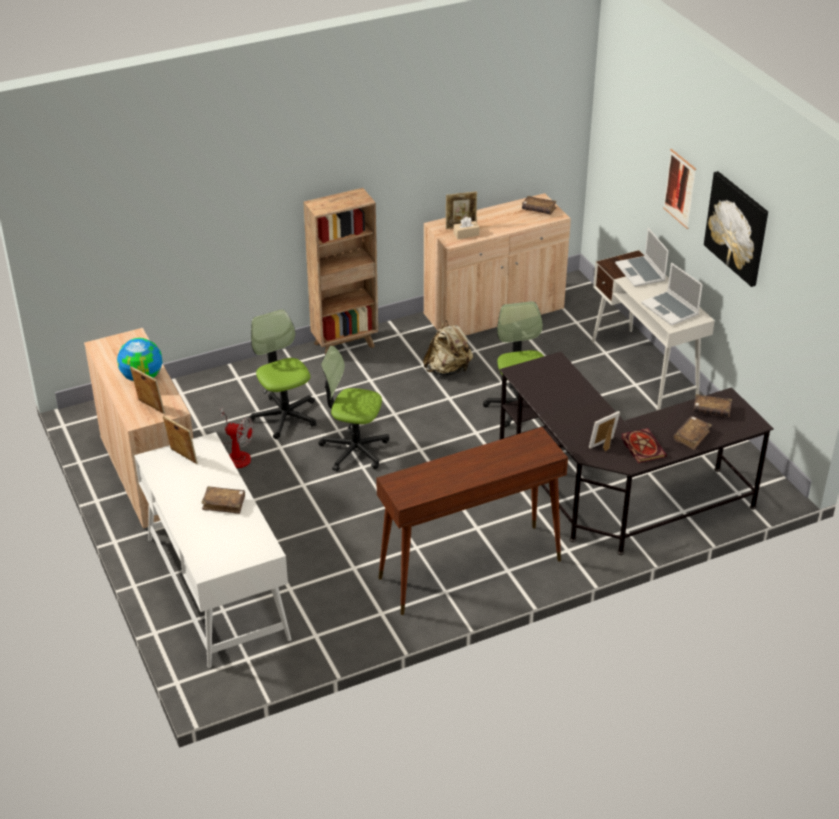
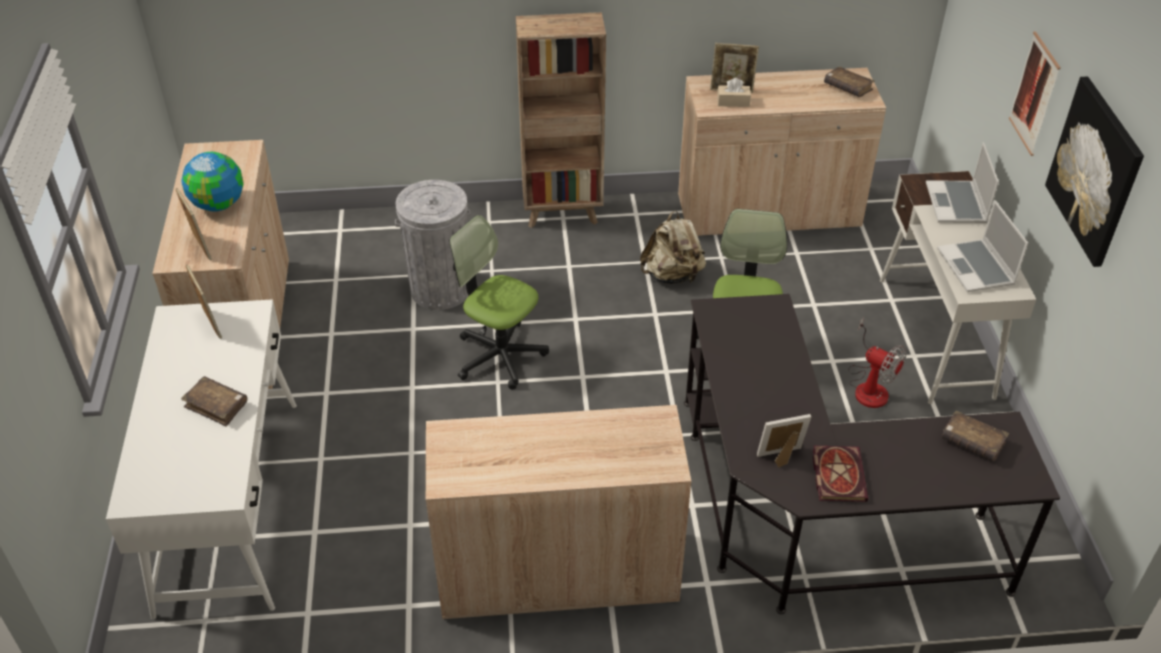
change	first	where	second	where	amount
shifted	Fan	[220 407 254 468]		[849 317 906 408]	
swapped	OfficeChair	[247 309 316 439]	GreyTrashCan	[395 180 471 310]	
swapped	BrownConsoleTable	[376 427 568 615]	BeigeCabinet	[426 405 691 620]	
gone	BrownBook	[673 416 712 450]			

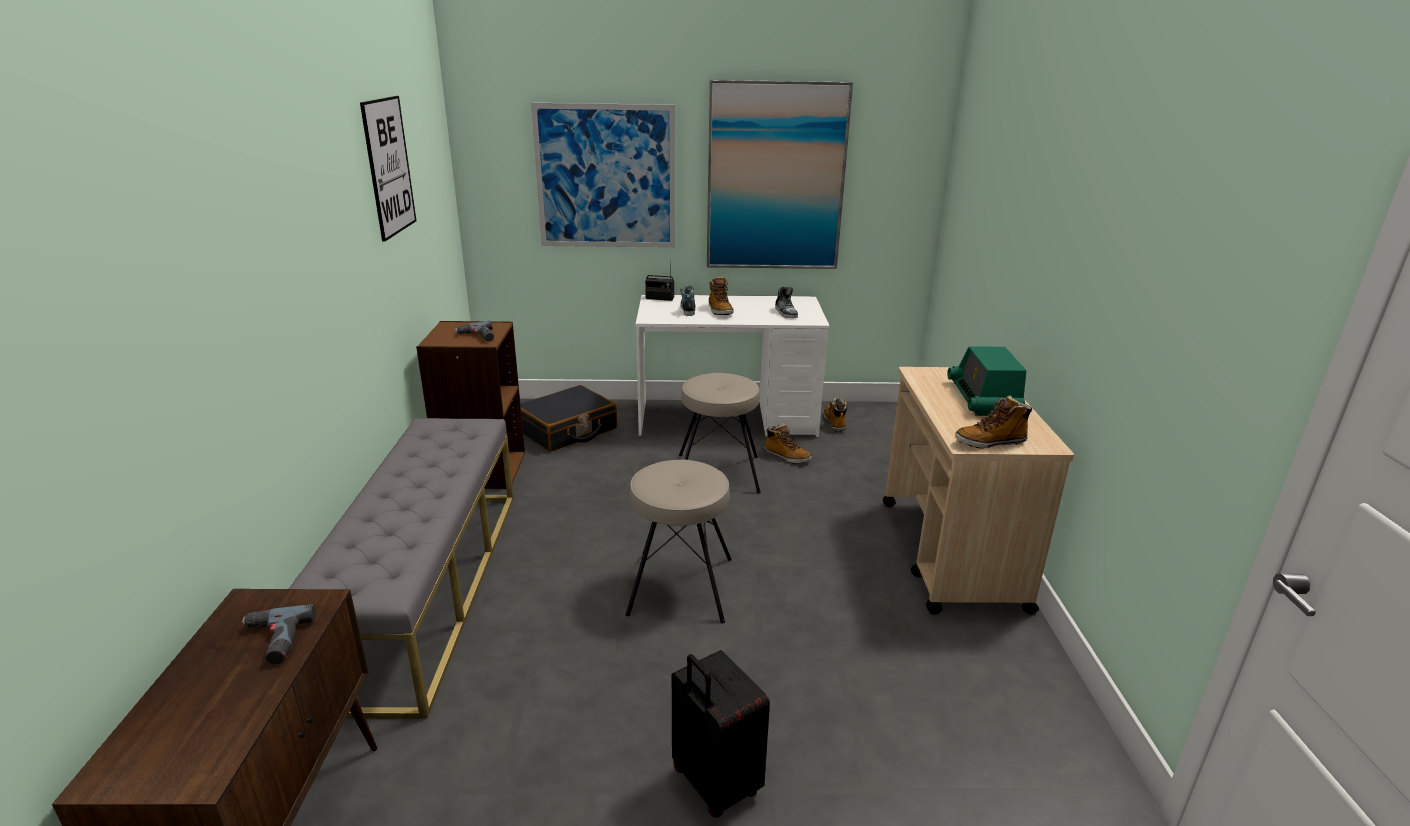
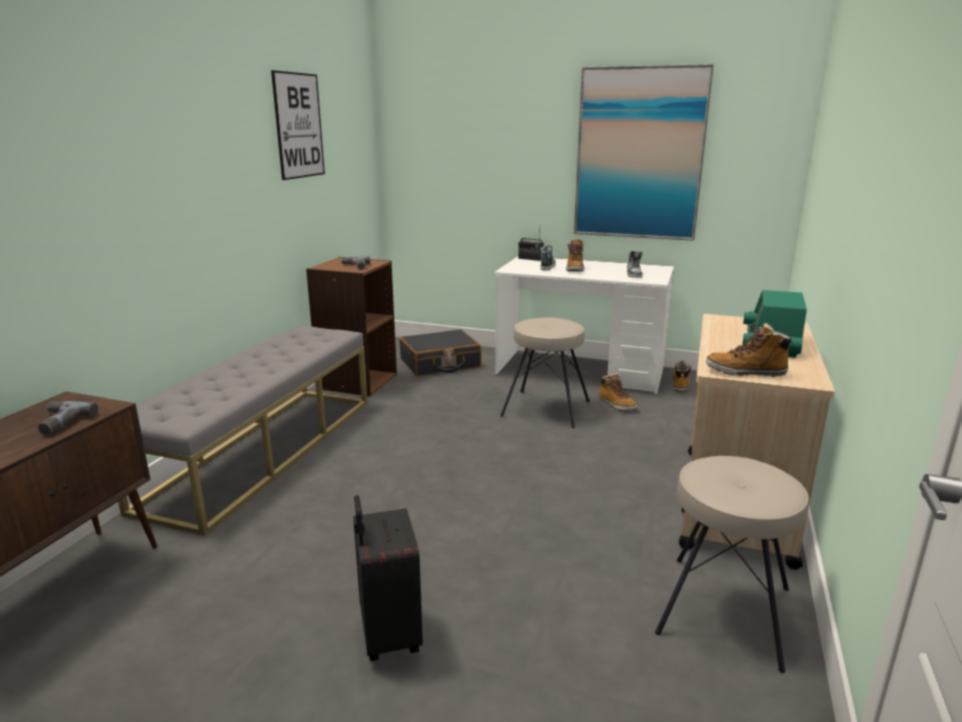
change	first	where	second	where	amount
gone	Picture	[531 103 675 248]			
shifted	BeigeStool	[626 460 732 623]		[655 456 809 673]	

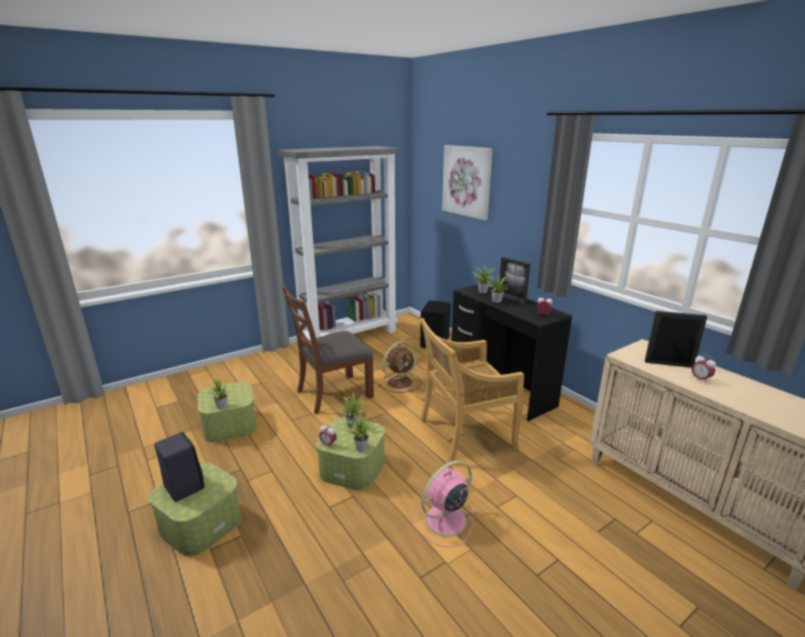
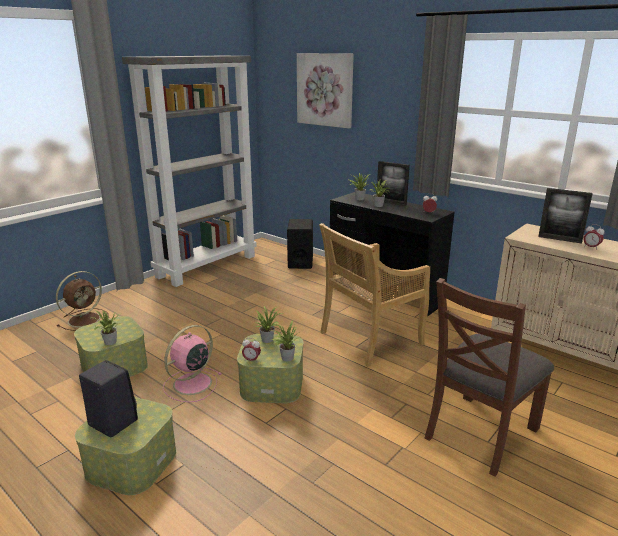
change	first	where	second	where	amount
shifted	BrownChair	[282 285 374 414]		[425 278 554 477]	
shifted	BrownFan	[379 340 421 393]		[56 271 109 331]	
shifted	PinkFan	[414 460 477 547]		[163 325 222 402]	
rotated	PictureFrame	[645 311 707 368]		[538 188 593 244]	150 degrees counterclockwise

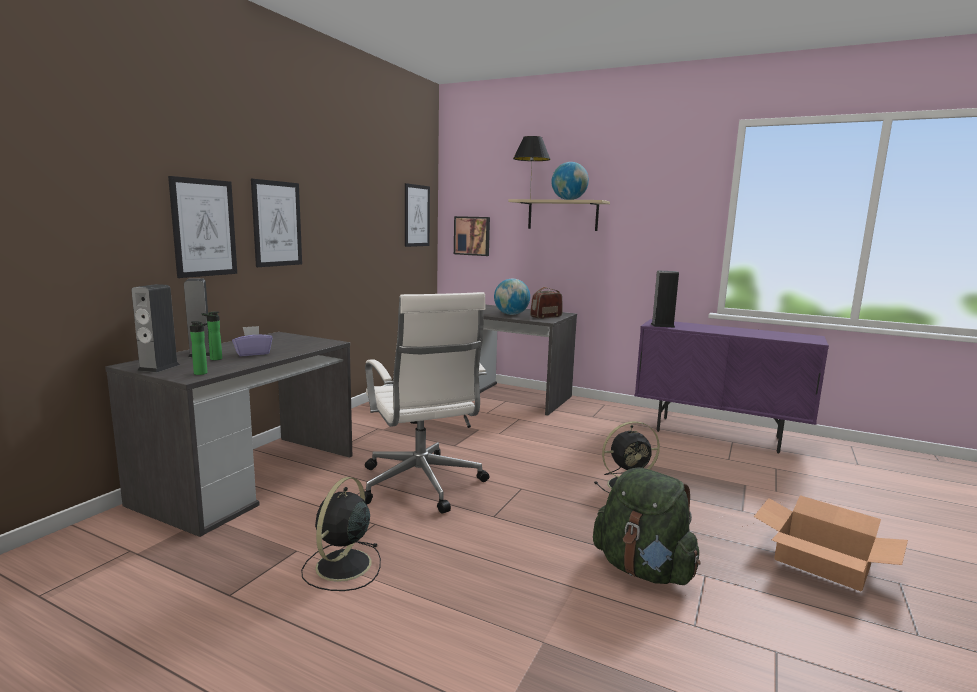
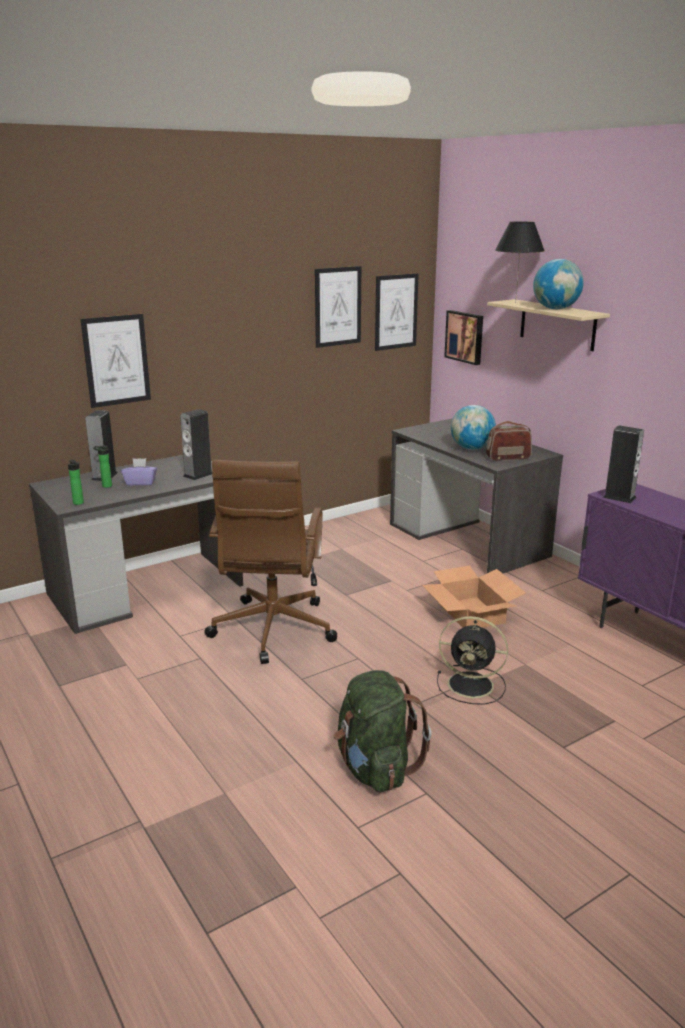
change	first	where	second	where	amount
shifted	Speaker	[131 284 180 373]		[180 409 212 480]	
shifted	Picture	[251 179 302 267]		[315 266 361 348]	
gone	BlackFan	[301 477 381 591]			
repainted	WhiteOfficeChair	[364 292 489 514]	BrownOfficeChair	[204 460 337 664]	
shifted	CardboardBox	[754 495 908 591]		[422 565 526 628]	

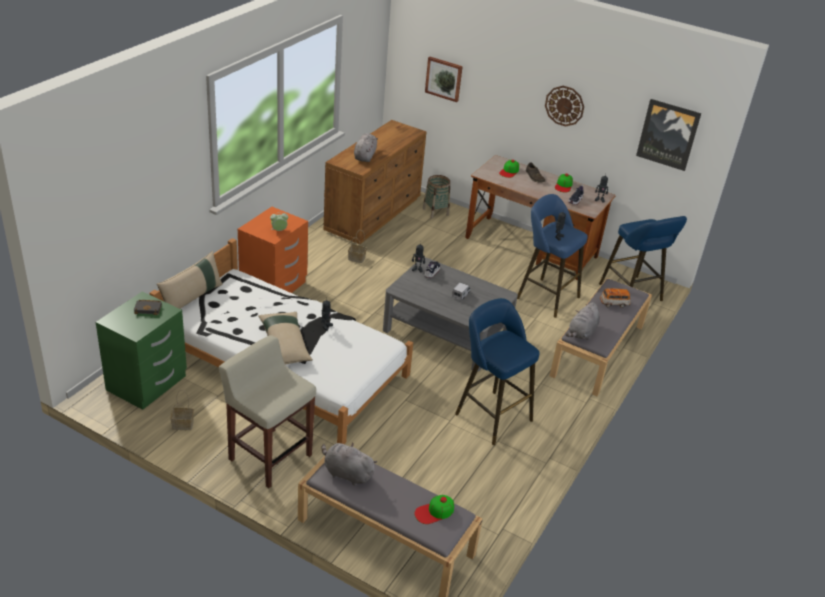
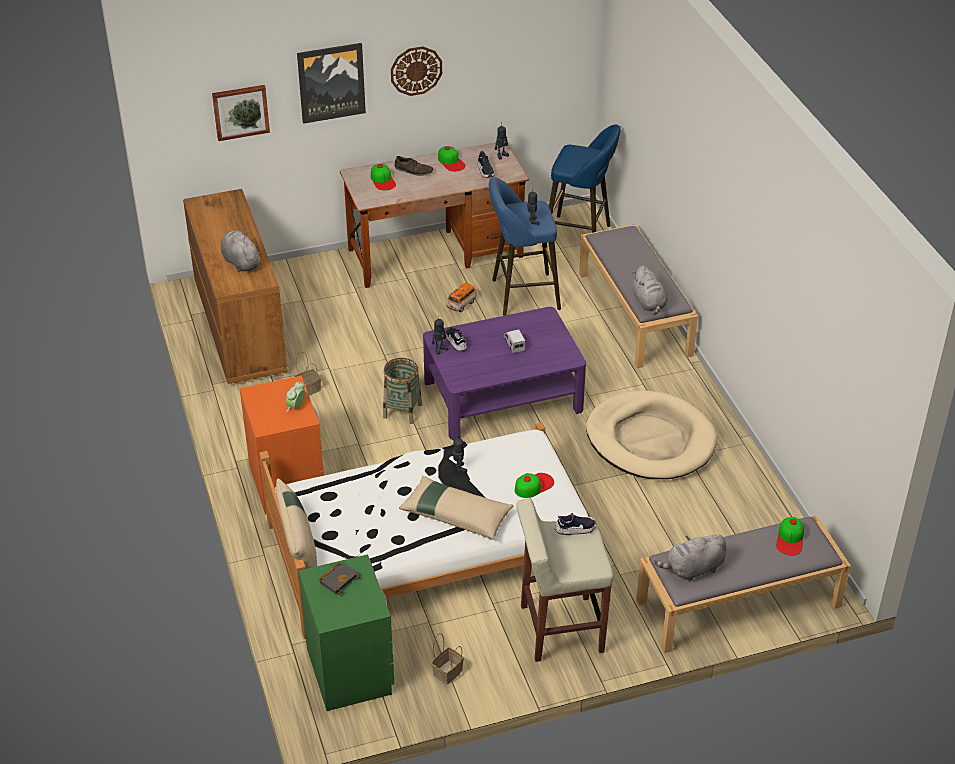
change	first	where	second	where	amount
repainted	GreyCoffeeTable	[383 257 518 371]	PurpleCoffeeTable	[423 307 586 441]	
shifted	Basket	[423 175 451 219]		[383 358 422 424]	
swapped	BlueStool	[455 298 539 445]	BeigeDogBed	[586 390 717 479]	
shifted	ToyCar	[600 288 631 308]		[446 283 477 312]	
shifted	Picture	[636 99 701 171]		[297 43 366 124]	
new			Cap	[515 473 554 498]	
new			Shoe	[555 513 596 535]	

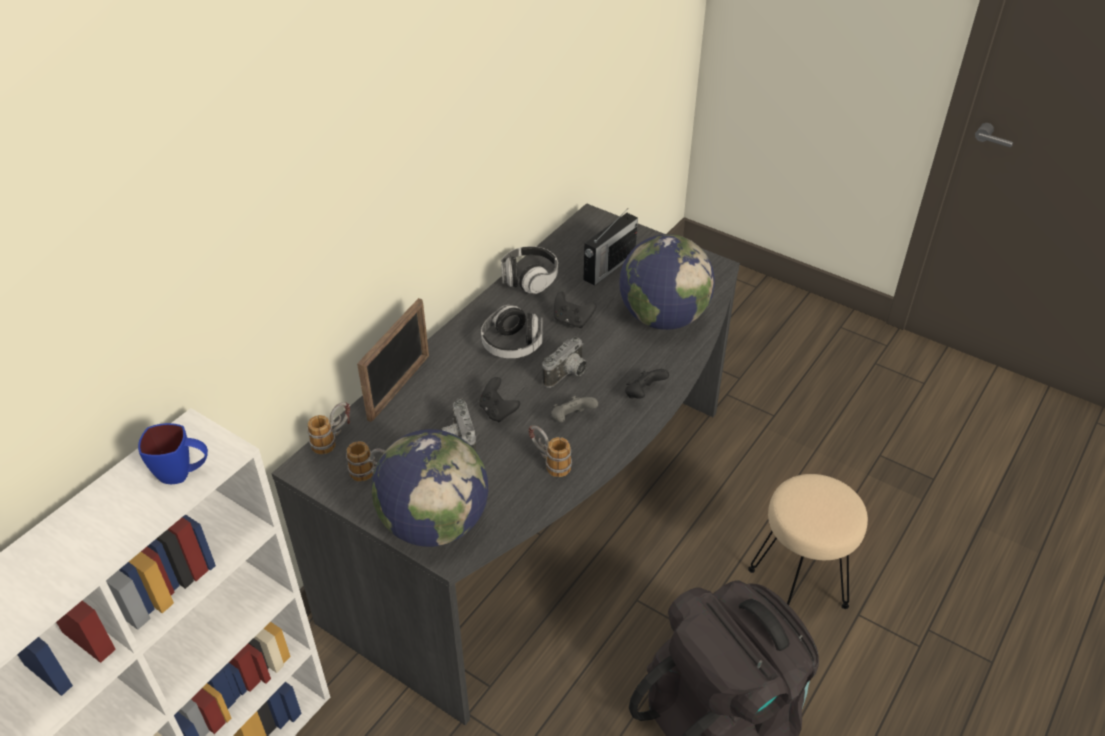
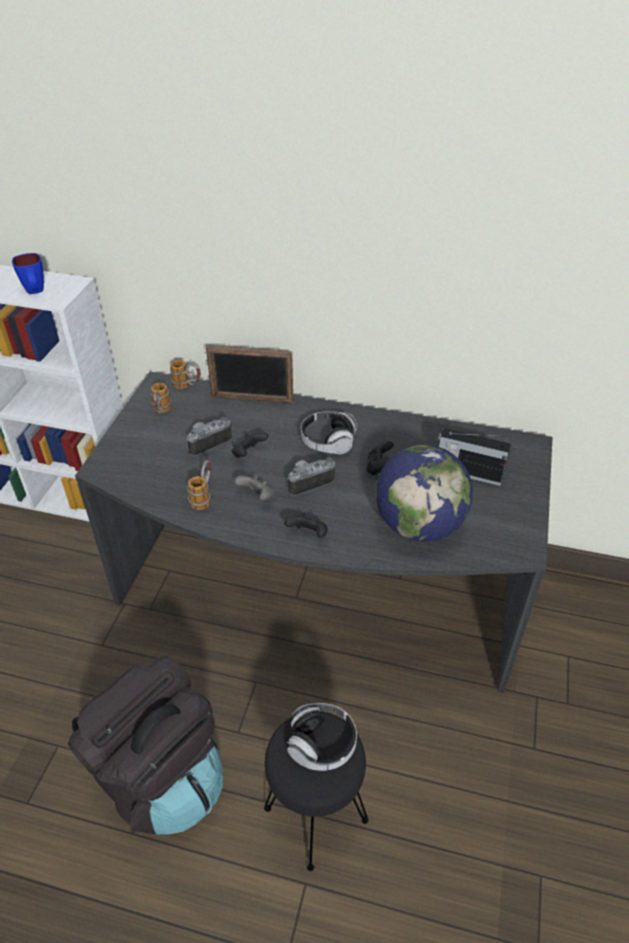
change	first	where	second	where	amount
gone	Globe	[371 429 488 547]			
shifted	Headphones	[501 246 558 294]		[287 703 357 771]	
rotated	PhotoCamera	[542 337 587 388]		[288 457 335 496]	135 degrees clockwise
repainted	BeigeStool	[748 474 868 609]	BlackStool	[264 712 369 871]	

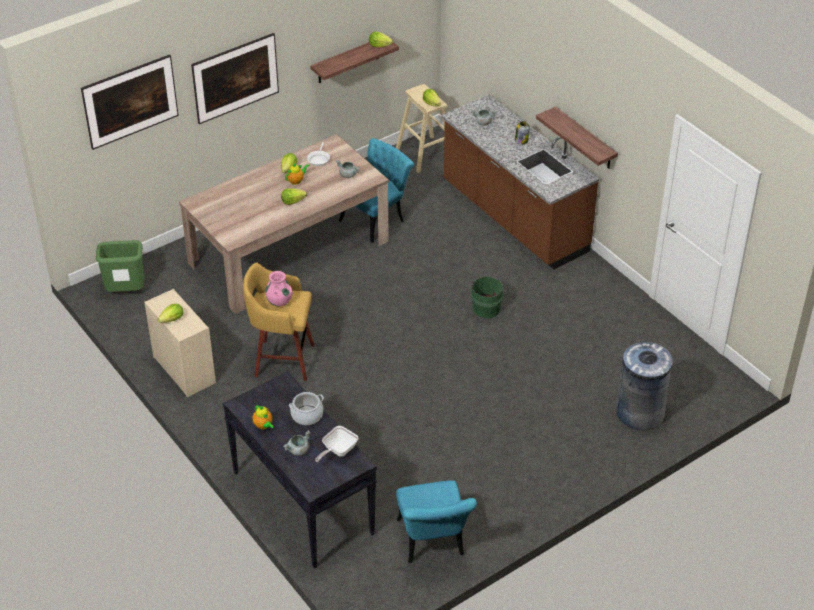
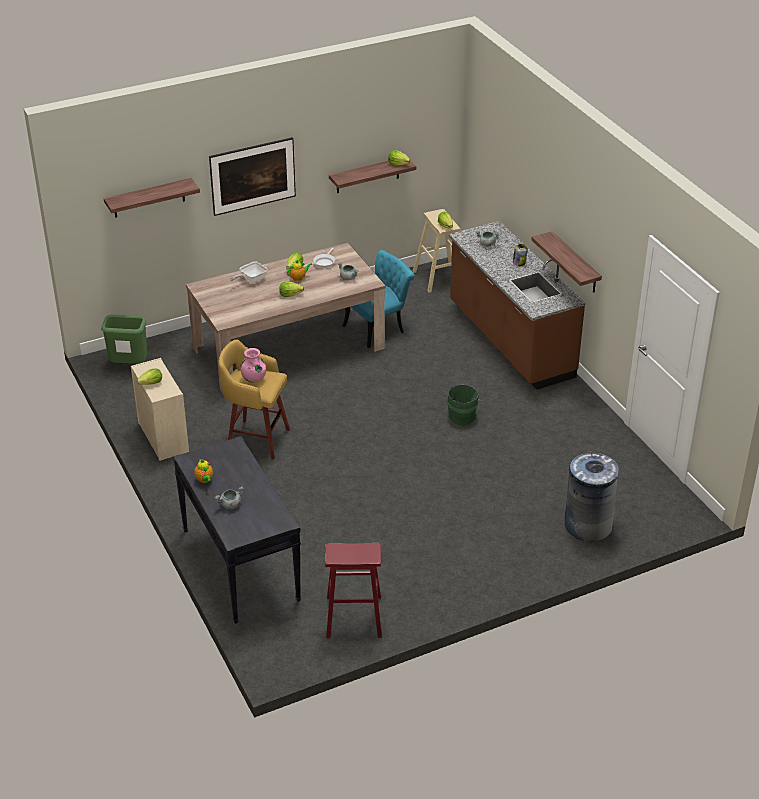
change	first	where	second	where	amount
swapped	Picture	[81 54 179 150]	Shelf	[104 178 200 218]	
gone	CookingPot	[289 392 324 425]			
shifted	FryingPan	[315 426 358 462]		[230 261 268 283]	
swapped	TurquoiseChair	[396 480 477 563]	RedStool	[325 543 382 638]	

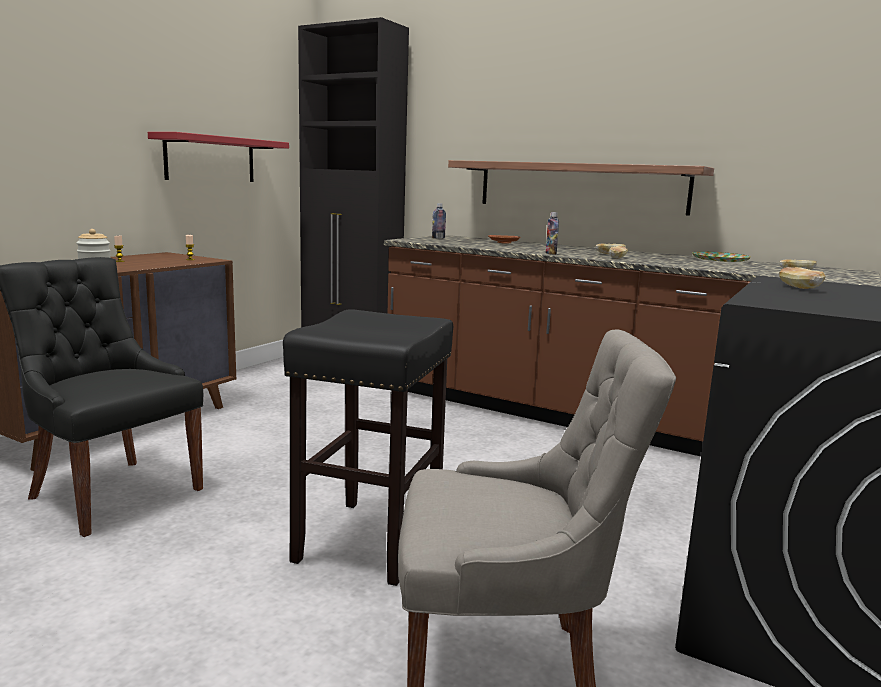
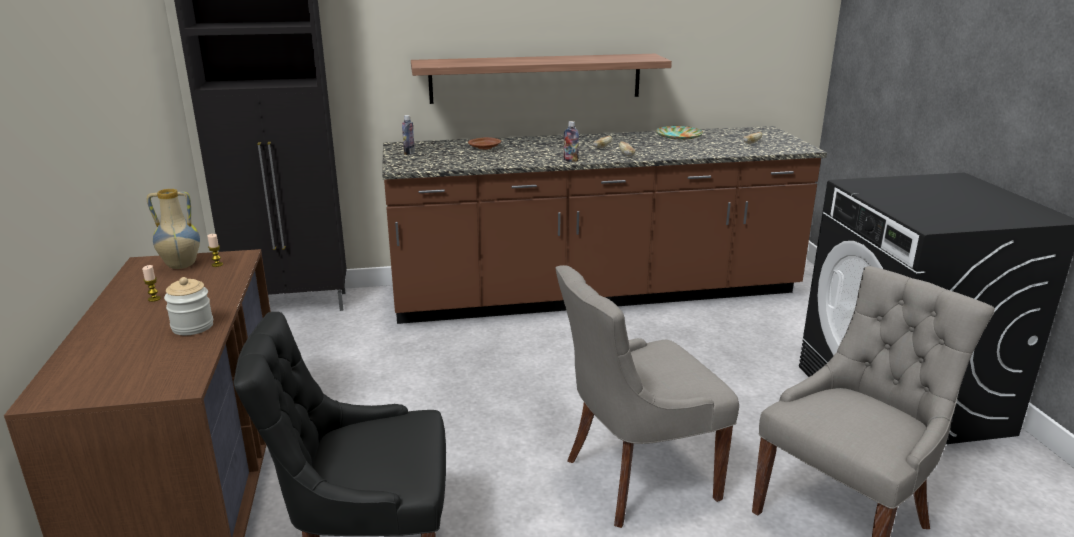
change	first	where	second	where	amount
gone	RedShelf	[148 132 289 182]			
swapped	BlackStool	[283 309 453 586]	GreyChair	[555 265 739 528]	
gone	Bread	[779 267 825 289]			
new			Vase	[146 189 200 269]	

